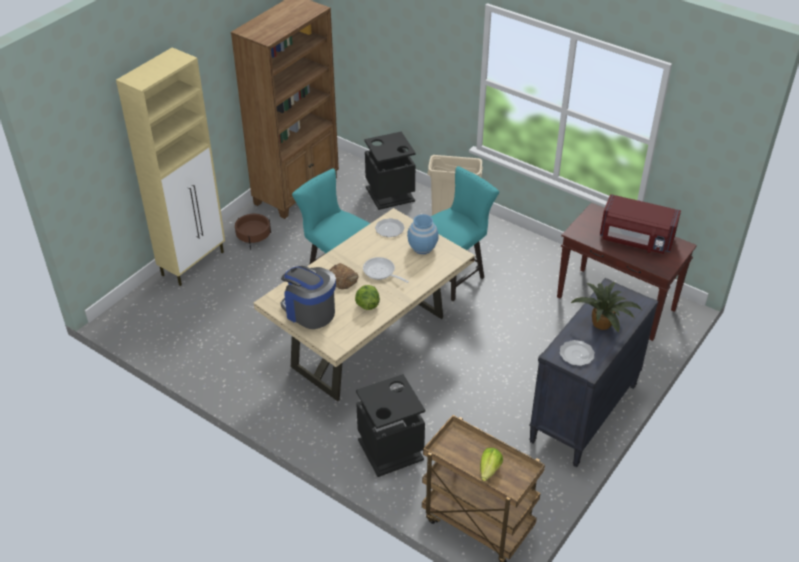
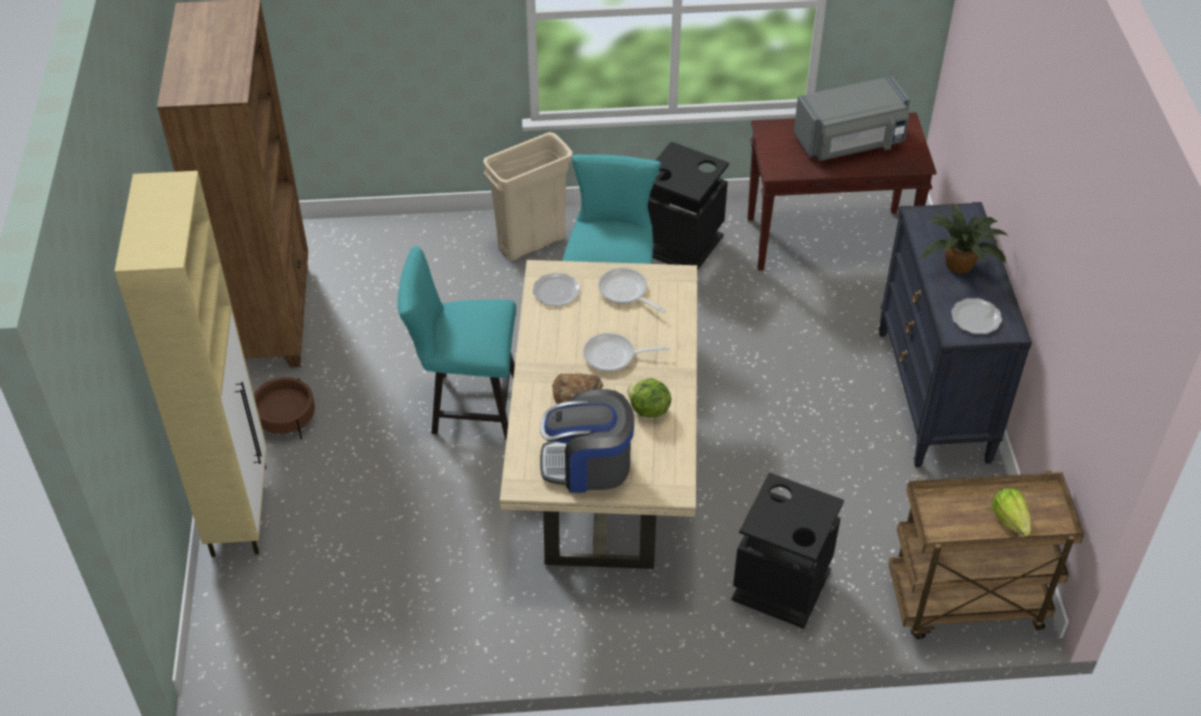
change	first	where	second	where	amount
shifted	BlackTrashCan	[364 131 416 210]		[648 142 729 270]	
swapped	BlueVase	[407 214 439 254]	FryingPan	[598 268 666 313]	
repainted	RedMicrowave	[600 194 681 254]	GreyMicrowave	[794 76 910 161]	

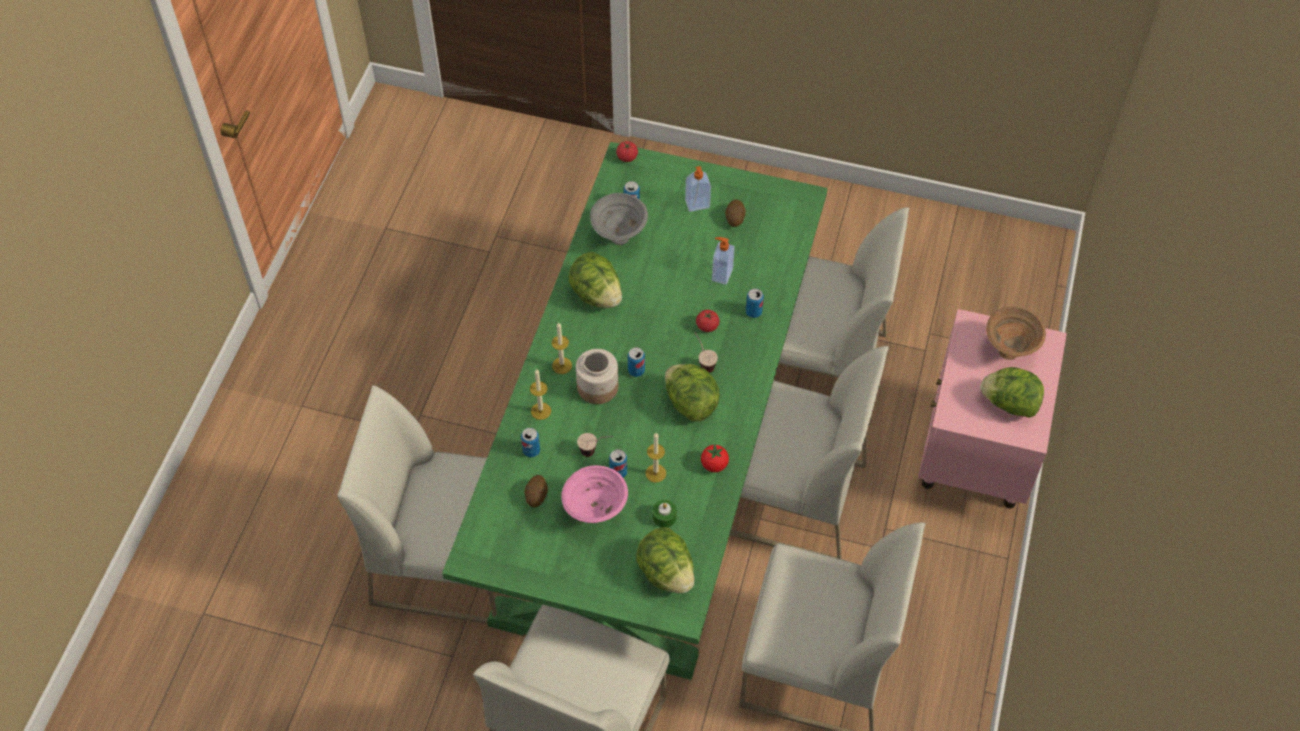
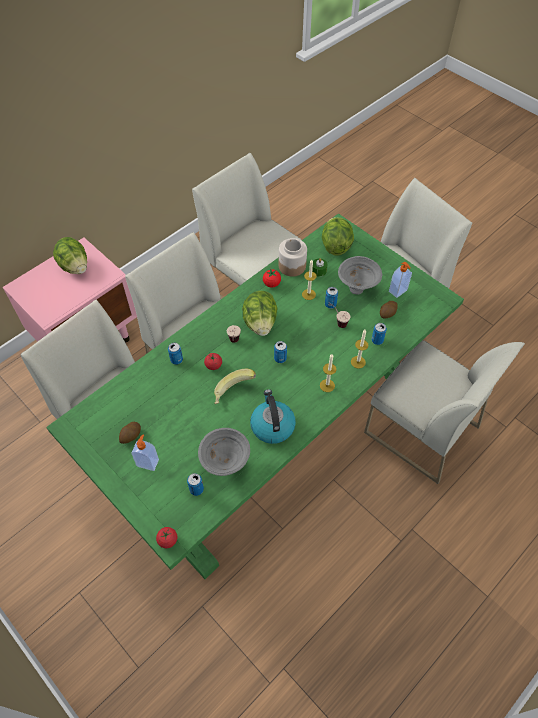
change	first	where	second	where	amount
repainted	PinkBowl	[561 465 628 523]	GreyBowl	[338 256 382 295]	
swapped	Lettuce	[569 252 622 308]	Kettle	[250 389 296 444]	
shifted	Jar	[576 349 618 404]		[279 238 307 277]	
shifted	SoapDispenser	[712 237 735 285]		[389 262 412 298]	
gone	BrownBowl	[986 307 1046 360]			
new			Banana	[214 369 256 404]	

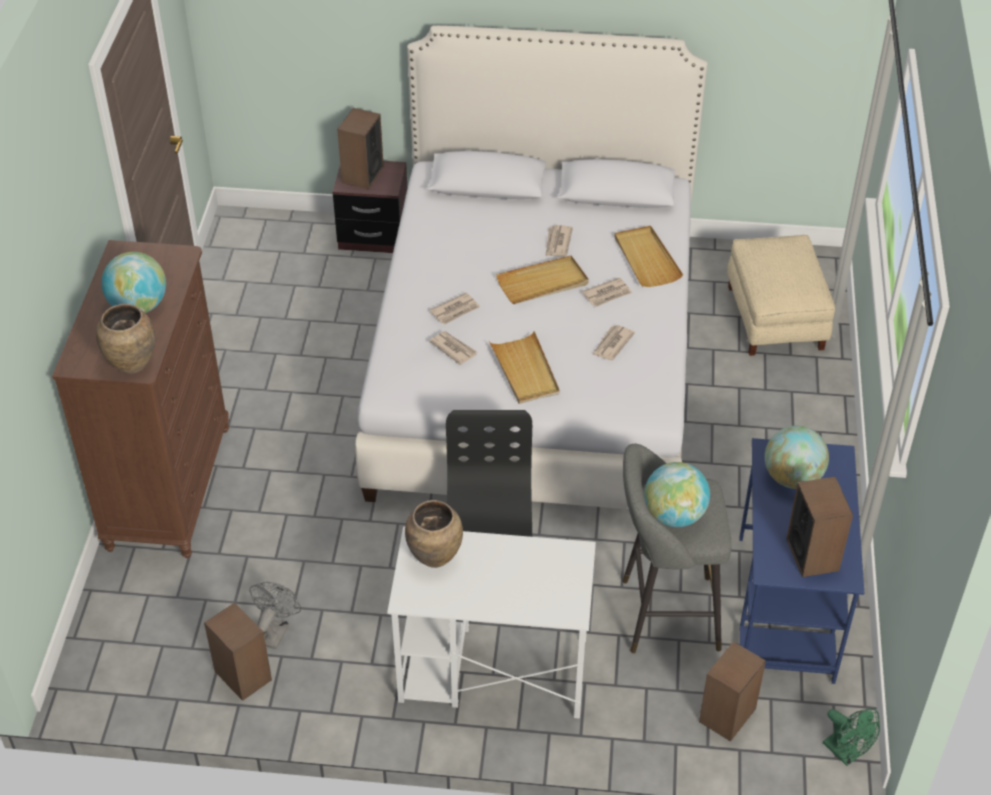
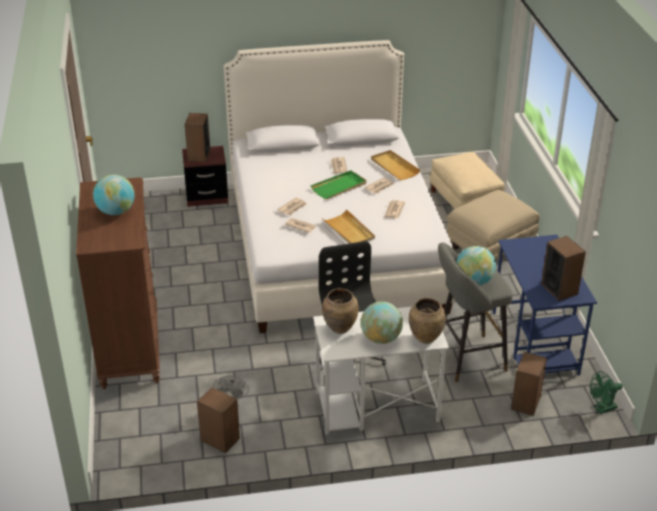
change	first	where	second	where	amount
shifted	BrownVase	[96 304 155 374]		[409 298 446 344]	
repainted	BeigeTray	[496 256 589 304]	GreenTray	[311 170 367 199]	
shifted	Globe	[765 426 829 489]		[361 301 403 344]	
rotated	GreenFan	[823 709 880 766]		[590 371 623 414]	120 degrees clockwise
new			BeigeOttoman	[447 190 540 260]	

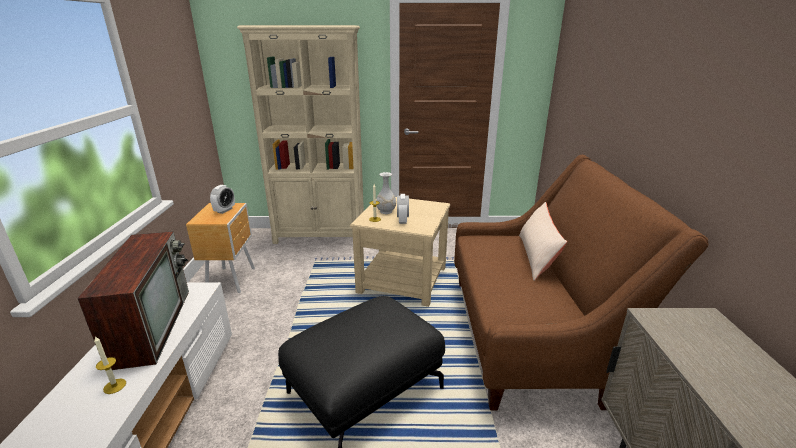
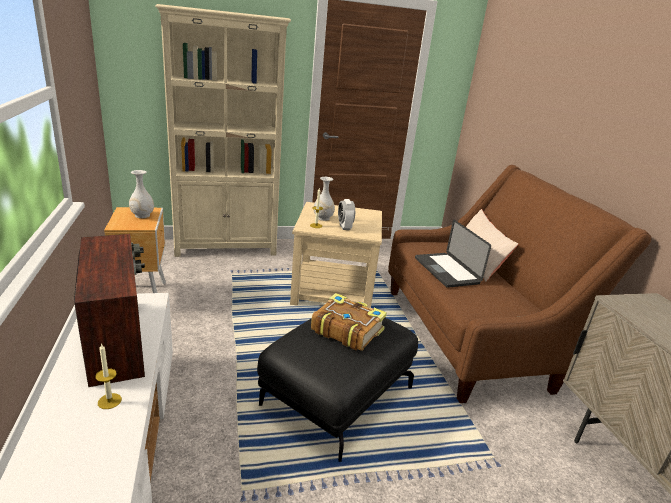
change	first	where	second	where	amount
swapped	AlarmClock	[210 185 235 214]	WhiteVase	[129 170 154 218]	
new			Book	[311 293 387 351]	
new			Laptop	[415 220 491 288]	

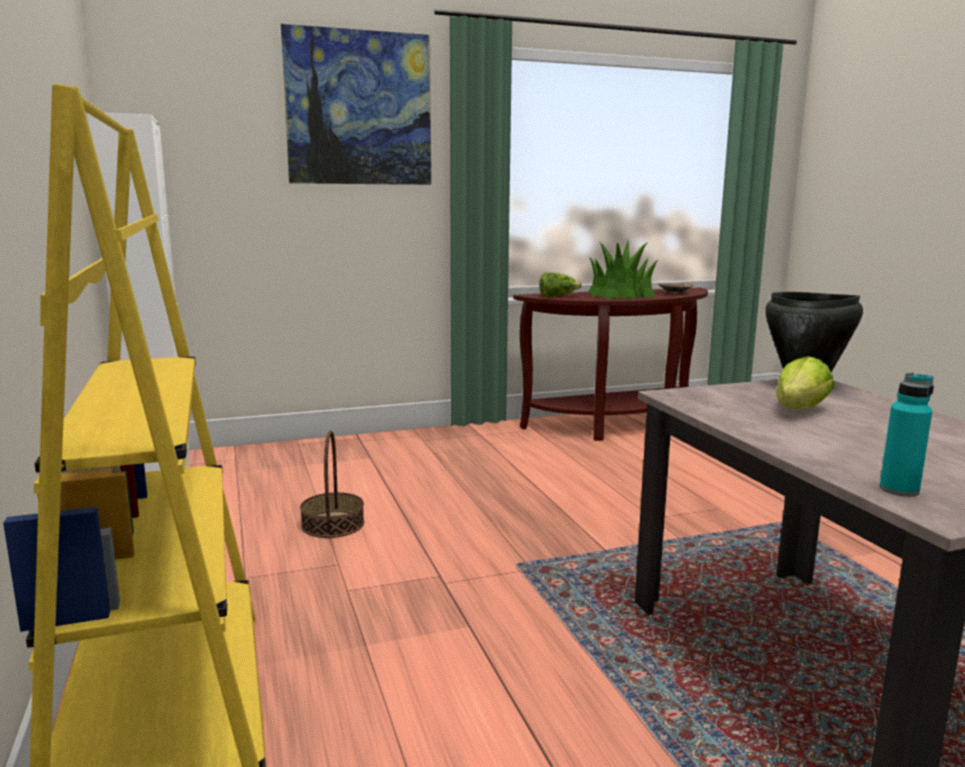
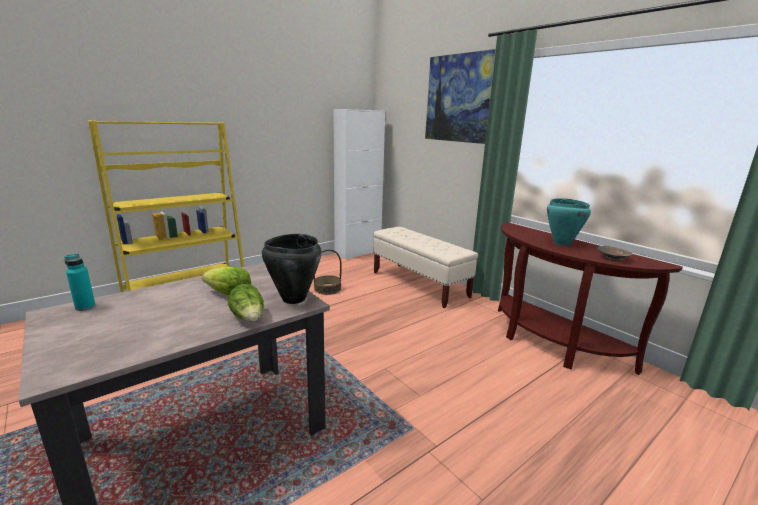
change	first	where	second	where	amount
shifted	Lettuce	[539 273 582 297]		[228 284 264 322]	
swapped	PottedPlant	[588 241 659 299]	TurquoiseCookingPot	[547 198 591 246]	
new			BeigeBench	[373 227 478 308]	

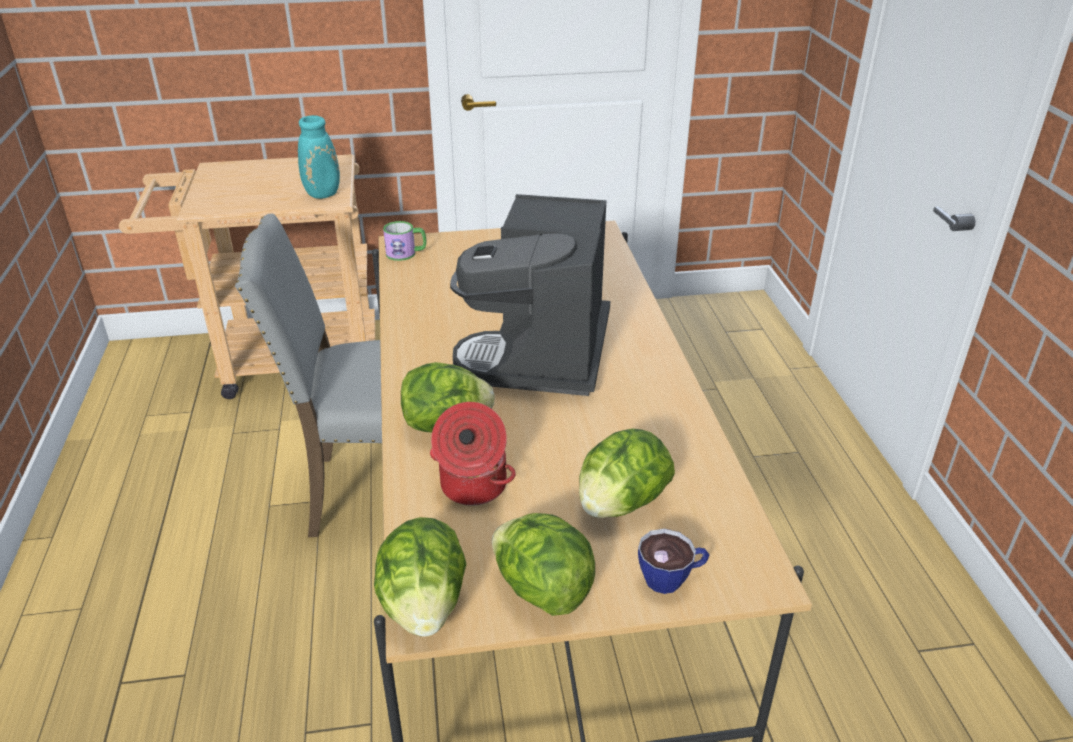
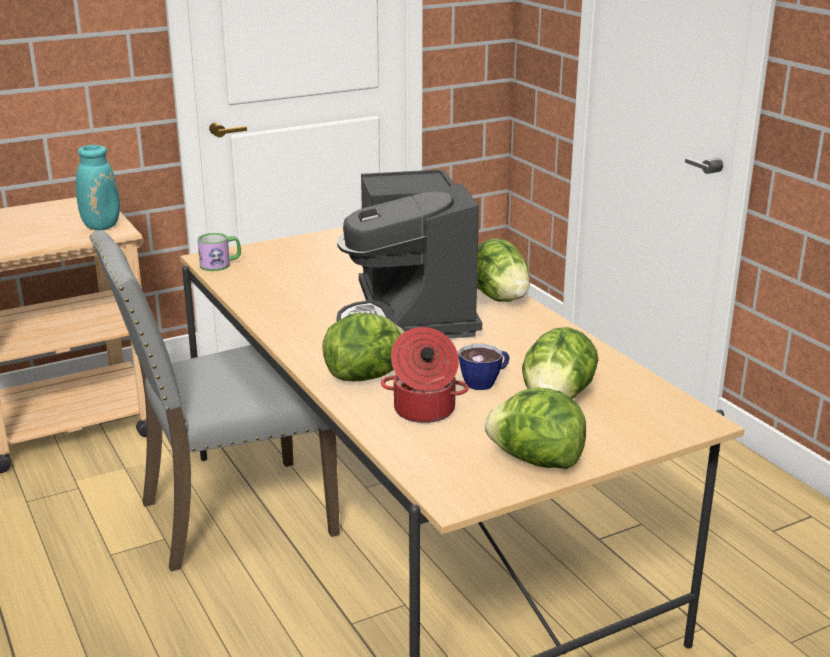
change	first	where	second	where	amount
shifted	Lettuce	[374 517 466 636]		[477 238 530 302]	
shifted	Cup	[638 529 709 594]		[458 344 510 390]	

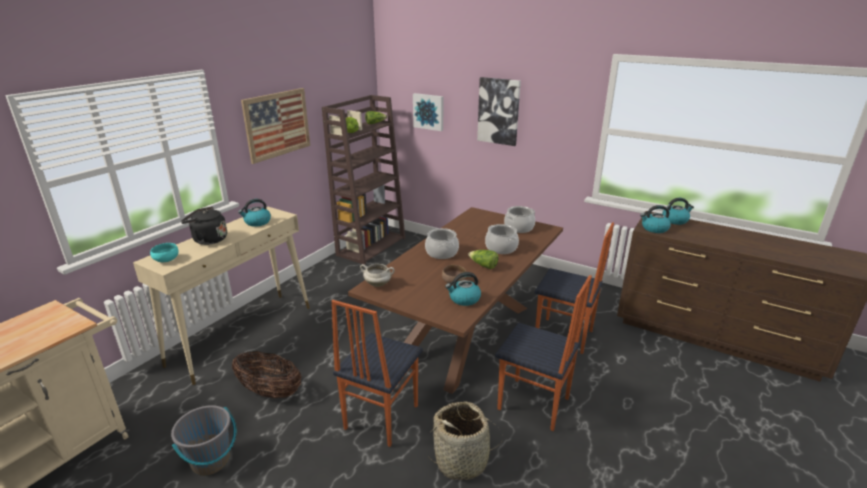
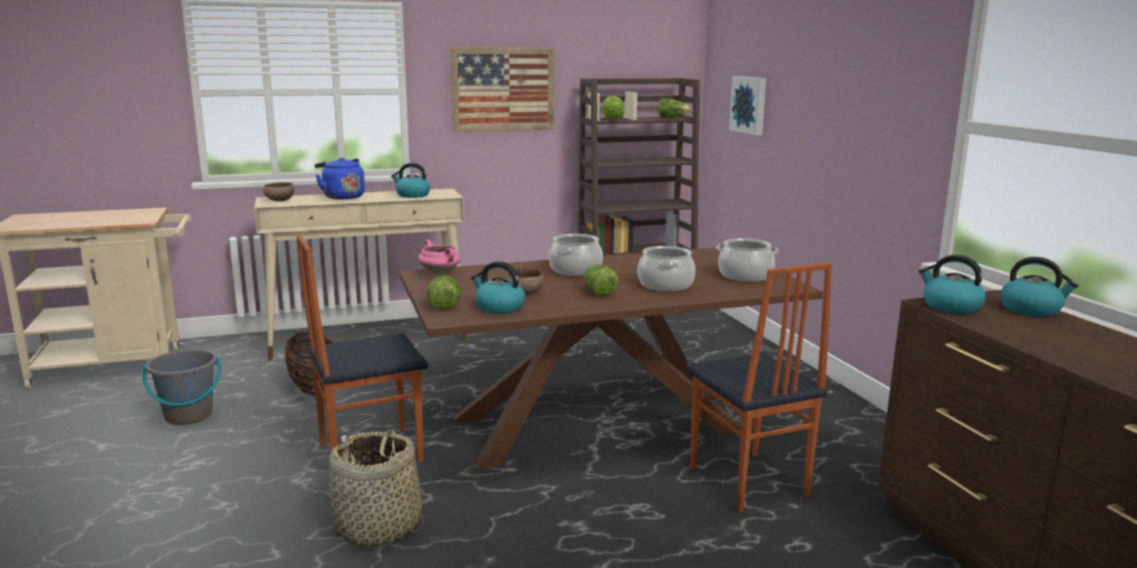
change	first	where	second	where	amount
repainted	TurquoiseBowl	[150 243 179 262]	BrownBowl	[263 182 294 201]	
repainted	BlackKettle	[181 207 227 245]	BlueKettle	[315 158 365 199]	
repainted	WhiteCookingPot	[360 264 394 287]	PinkCookingPot	[418 240 460 275]	
gone	Picture	[477 77 521 146]			
gone	Chair	[495 275 592 431]			
new			Lettuce	[427 276 461 310]	

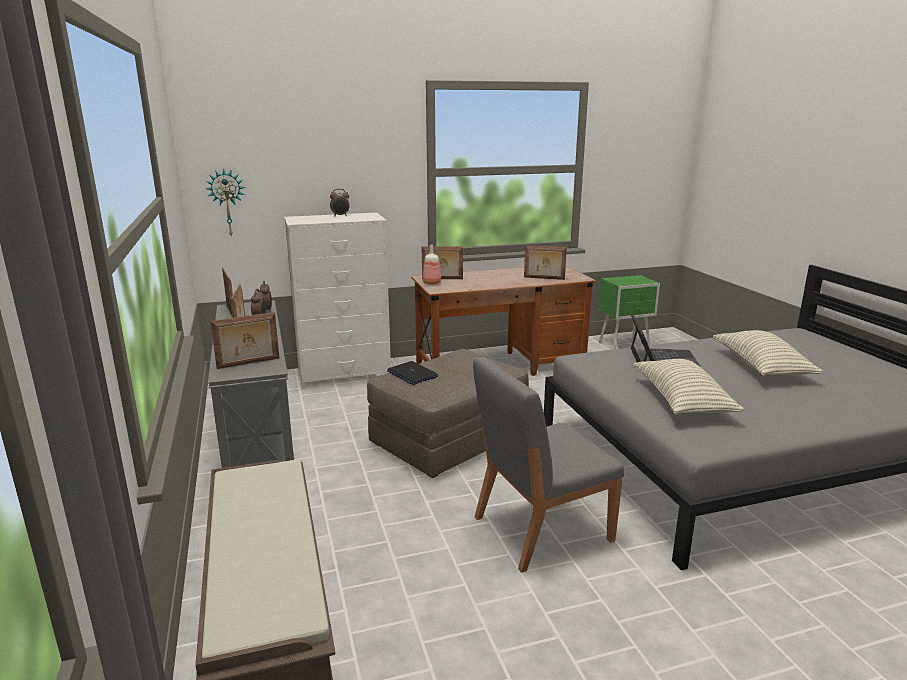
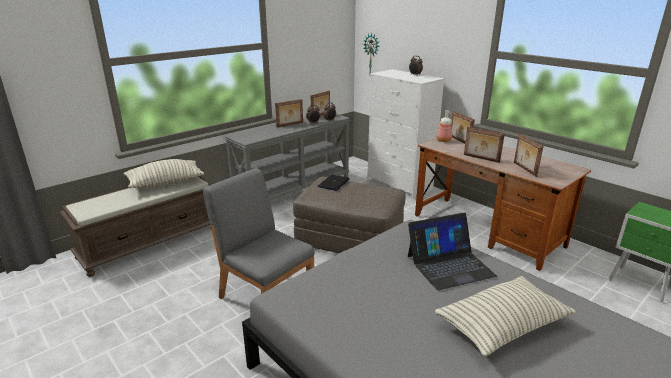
change	first	where	second	where	amount
shifted	PictureFrame	[210 312 279 369]		[464 127 505 163]	
shifted	Pillow	[633 359 744 415]		[124 159 204 188]	

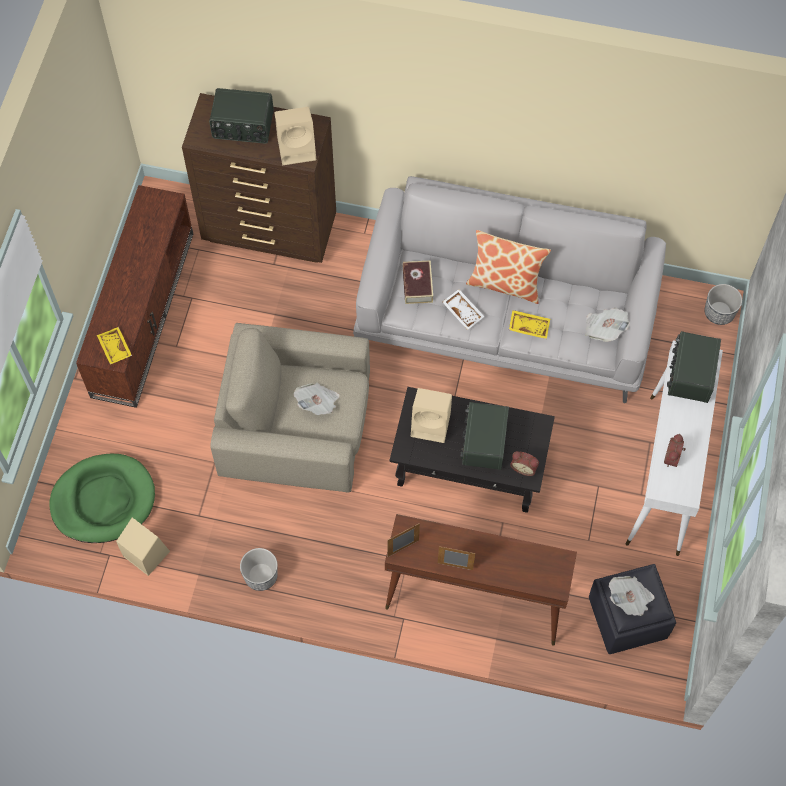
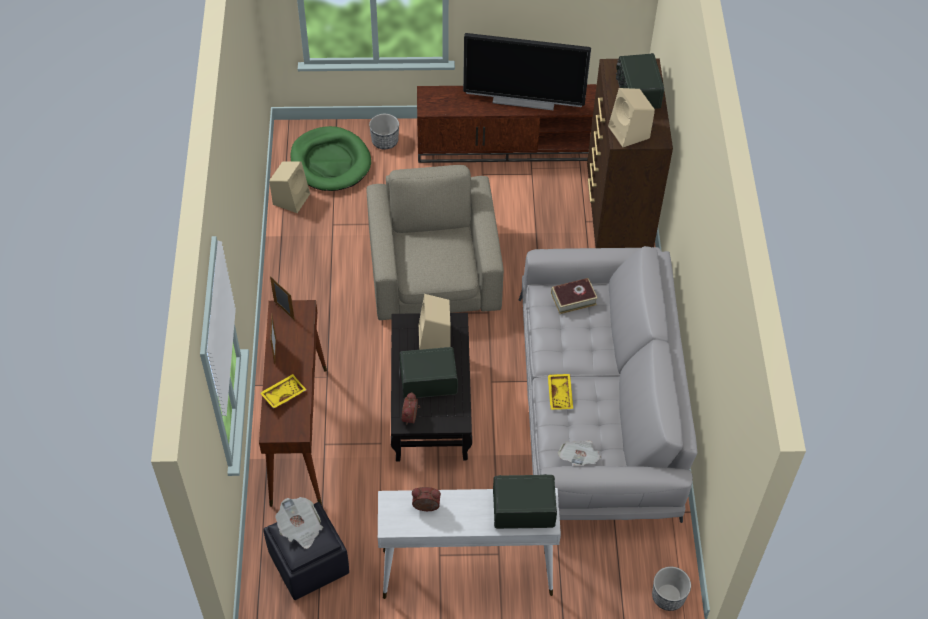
change	first	where	second	where	amount
shifted	YellowTray	[97 327 132 364]		[260 374 307 409]	
shifted	Planter	[240 548 278 591]		[369 114 399 149]	
gone	Newspaper	[294 382 340 415]			
gone	WhiteTray	[442 289 485 330]			
gone	Pillow	[466 230 551 304]			
new			Television	[463 33 591 110]	

